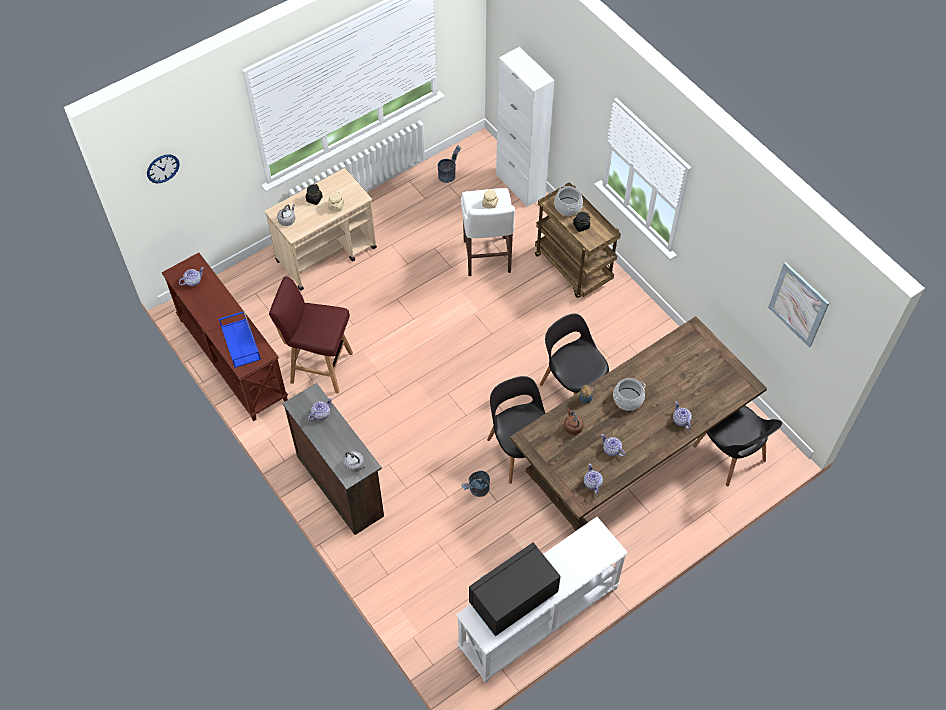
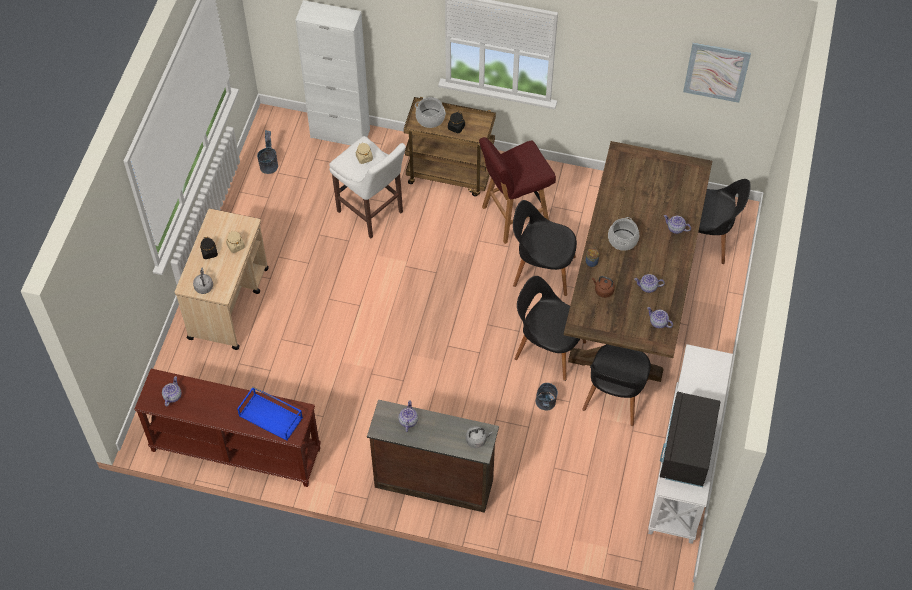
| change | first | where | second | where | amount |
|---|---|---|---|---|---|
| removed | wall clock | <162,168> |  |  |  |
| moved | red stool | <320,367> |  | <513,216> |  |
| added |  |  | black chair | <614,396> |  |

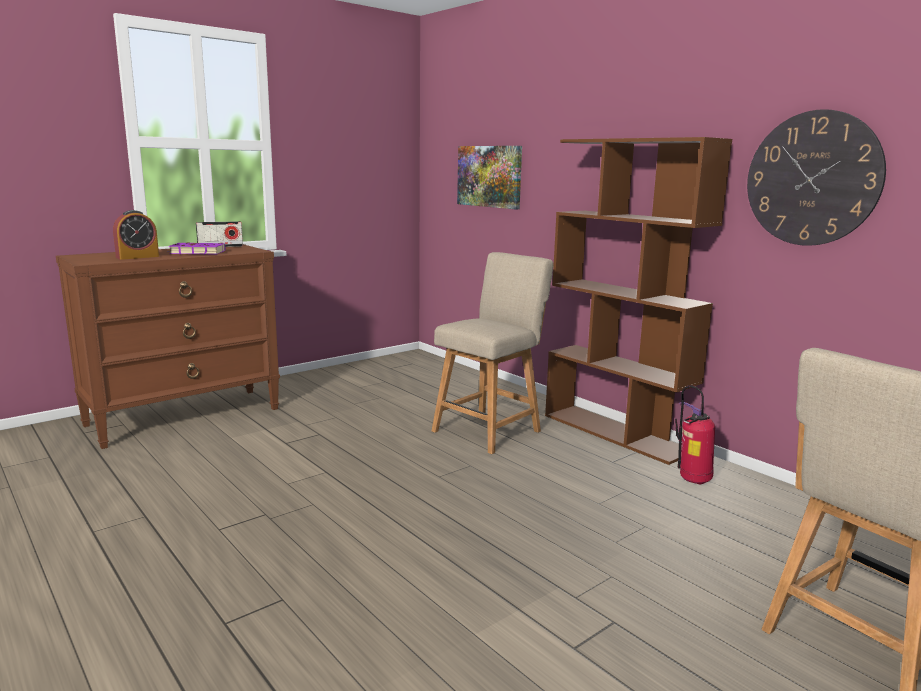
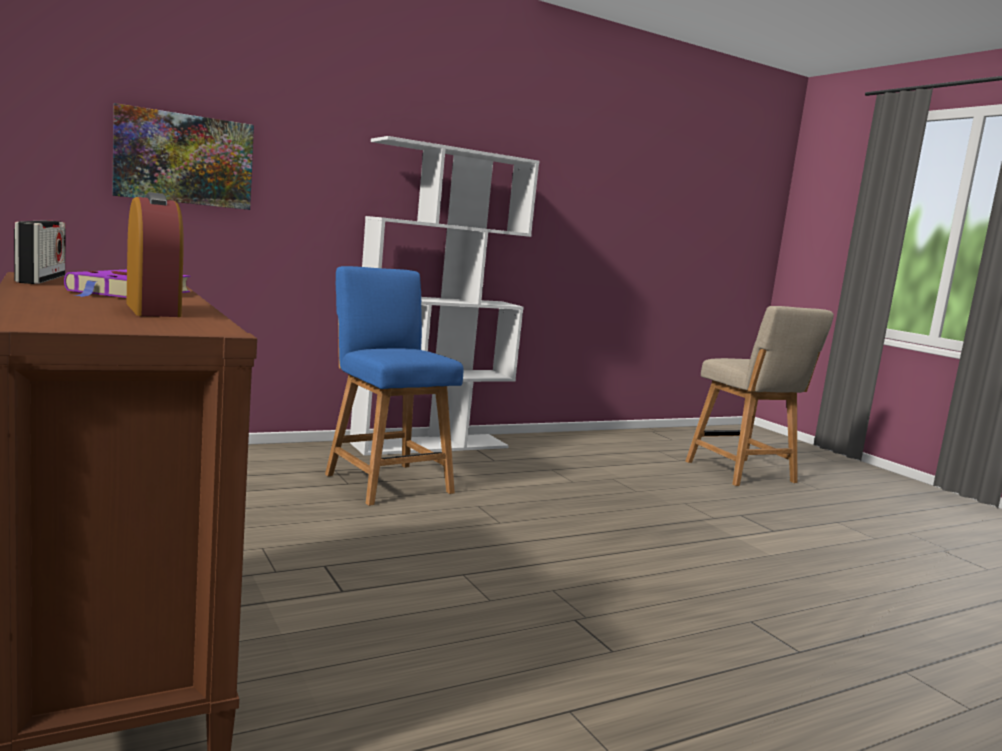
| change | first | where | second | where | amount |
|---|---|---|---|---|---|
| recoloured | beige chair | <490,430> | blue chair | <385,481> |  |
| recoloured | brown bookcase | <616,433> | white bookcase | <431,445> |  |
| removed | fire extinguisher | <692,480> |  |  |  |
| removed | wall clock | <812,179> |  |  |  |

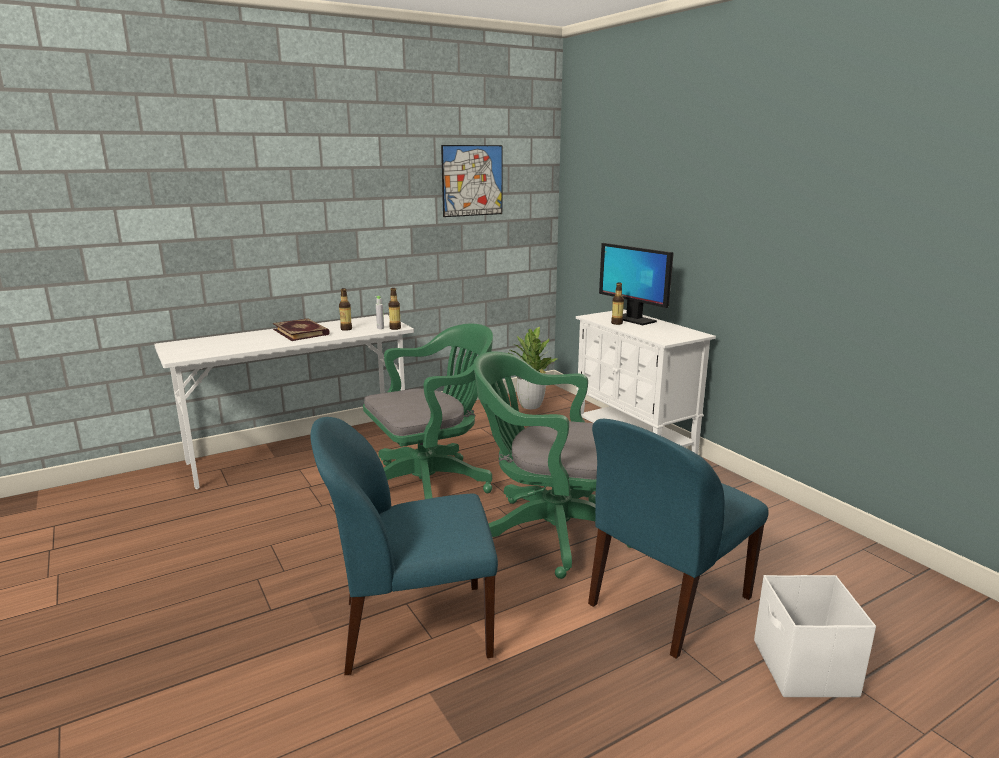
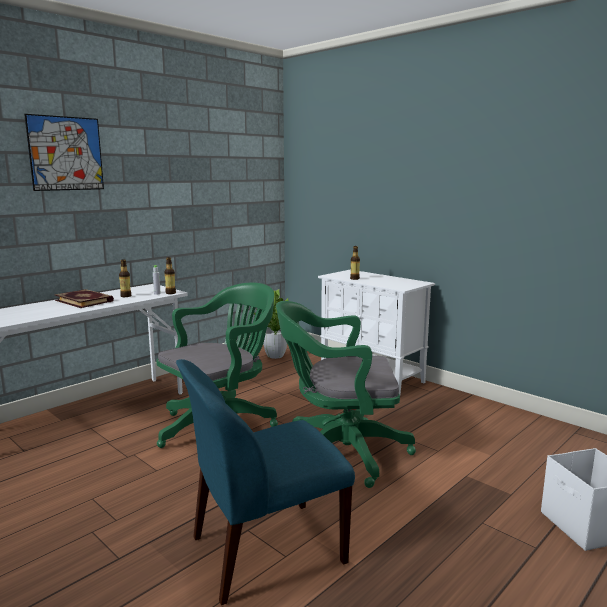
| change | first | where | second | where | amount |
|---|---|---|---|---|---|
| moved | picture | <472,180> |  | <66,153> |  |
| removed | blue chair | <666,602> |  |  |  |
| removed | monitor | <633,319> |  |  |  |

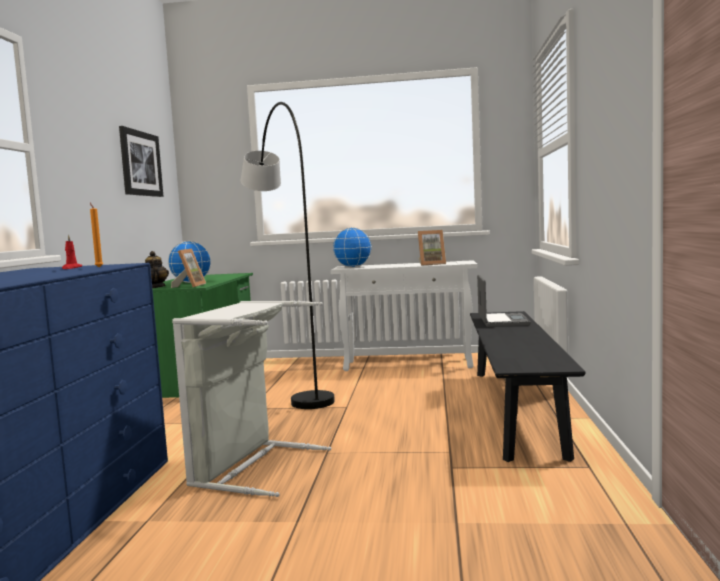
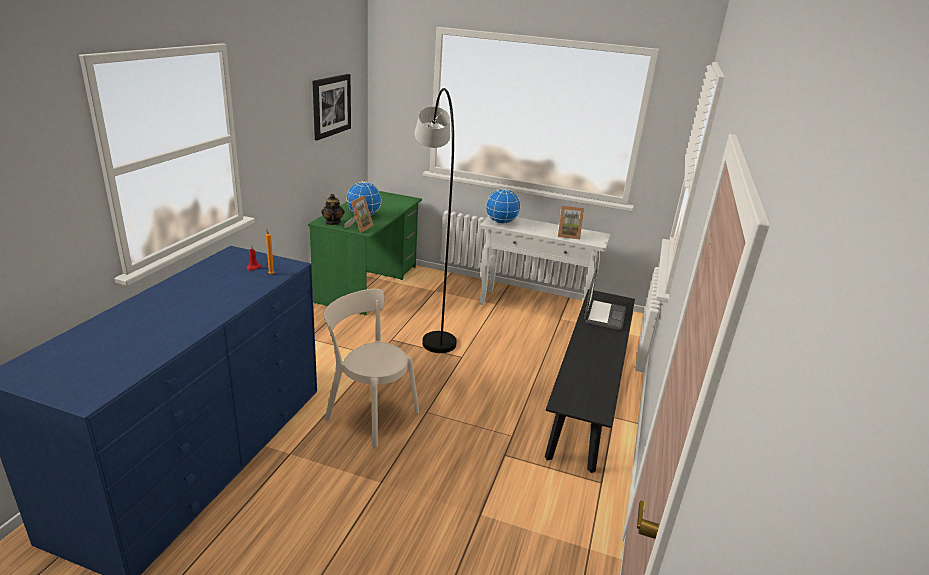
| change | first | where | second | where | amount |
|---|---|---|---|---|---|
| replaced | grey laundry basket | <249,466> | beige chair | <369,413> |  |

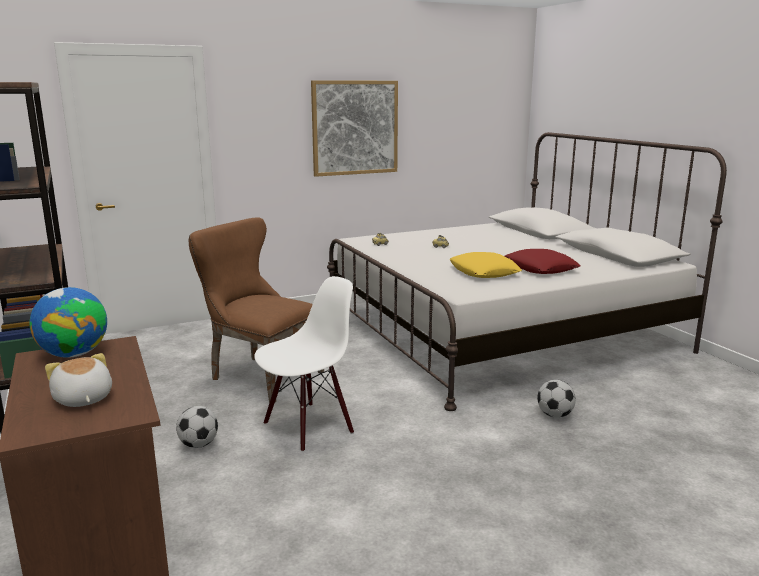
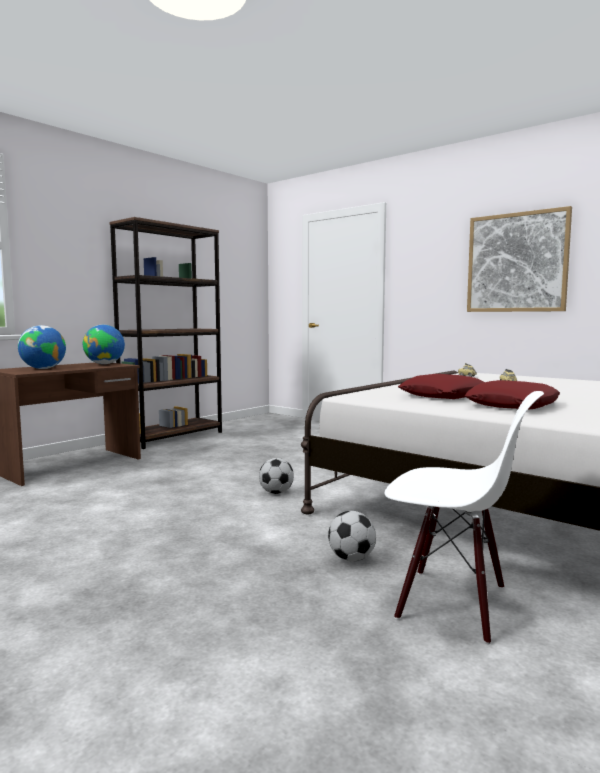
| change | first | where | second | where | amount |
|---|---|---|---|---|---|
| replaced | plush toy | <82,399> | globe | <43,368> |  |
| moved | football | <198,444> |  | <276,492> |  |
| removed | brown chair | <260,375> |  |  |  |
| moved | white chair | <308,427> |  | <452,603> |  |
| recoloured | yellow pillow | <484,272> | red pillow | <443,395> |  |

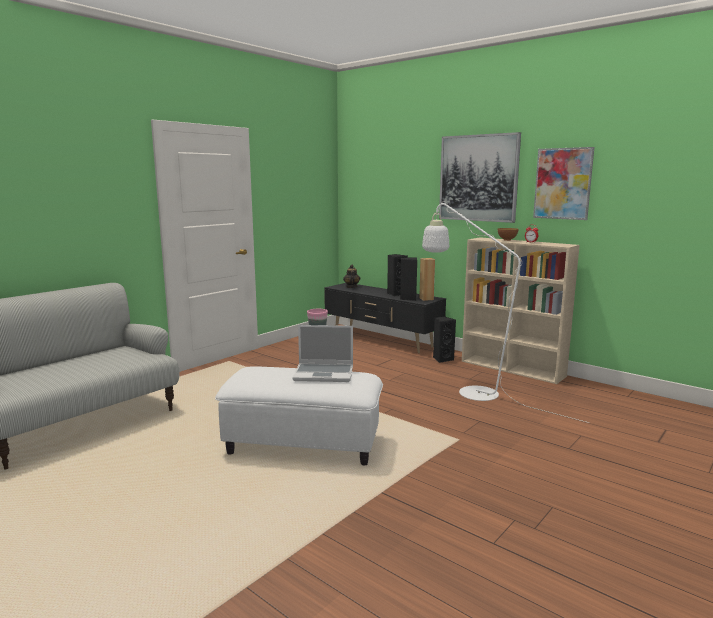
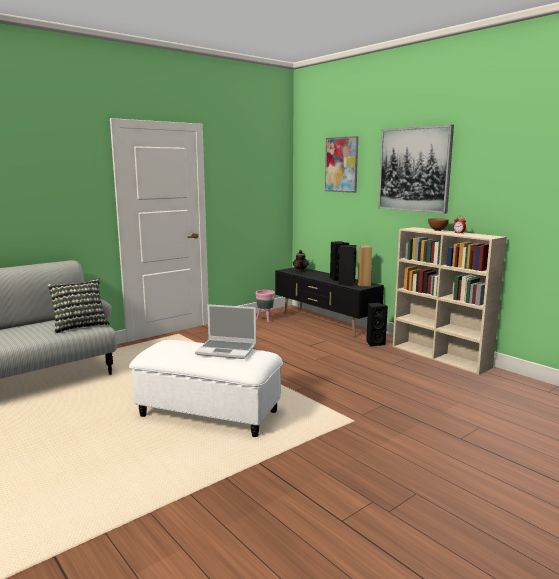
| change | first | where | second | where | amount |
|---|---|---|---|---|---|
| removed | white floor lamp | <468,390> |  |  |  |
| moved | picture | <563,183> |  | <341,164> |  |
| added |  |  | pillow | <80,326> |  |

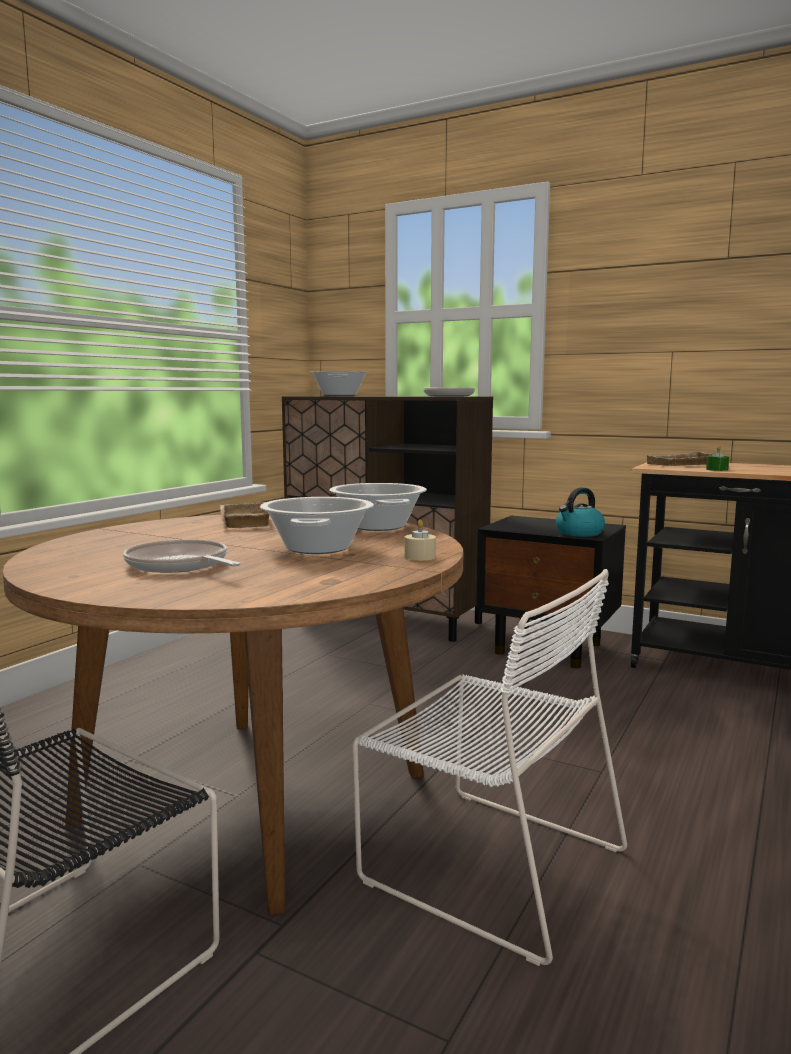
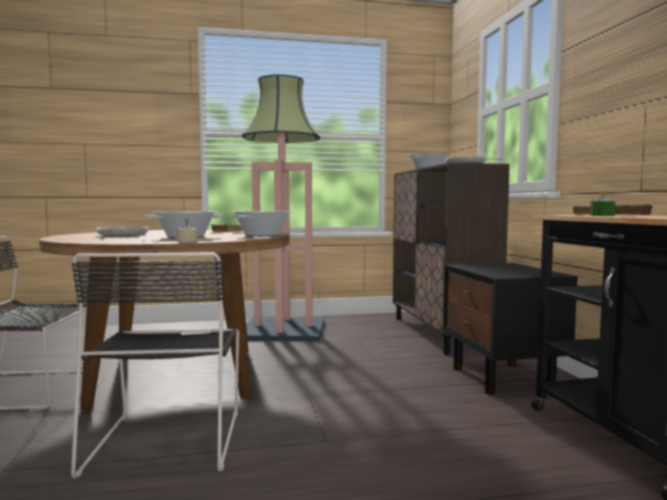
| change | first | where | second | where | amount |
|---|---|---|---|---|---|
| recoloured | white chair | <486,861> | black chair | <168,438> |  |
| removed | kettle | <579,533> |  |  |  |
| added |  |  | floor lamp | <284,329> |  |

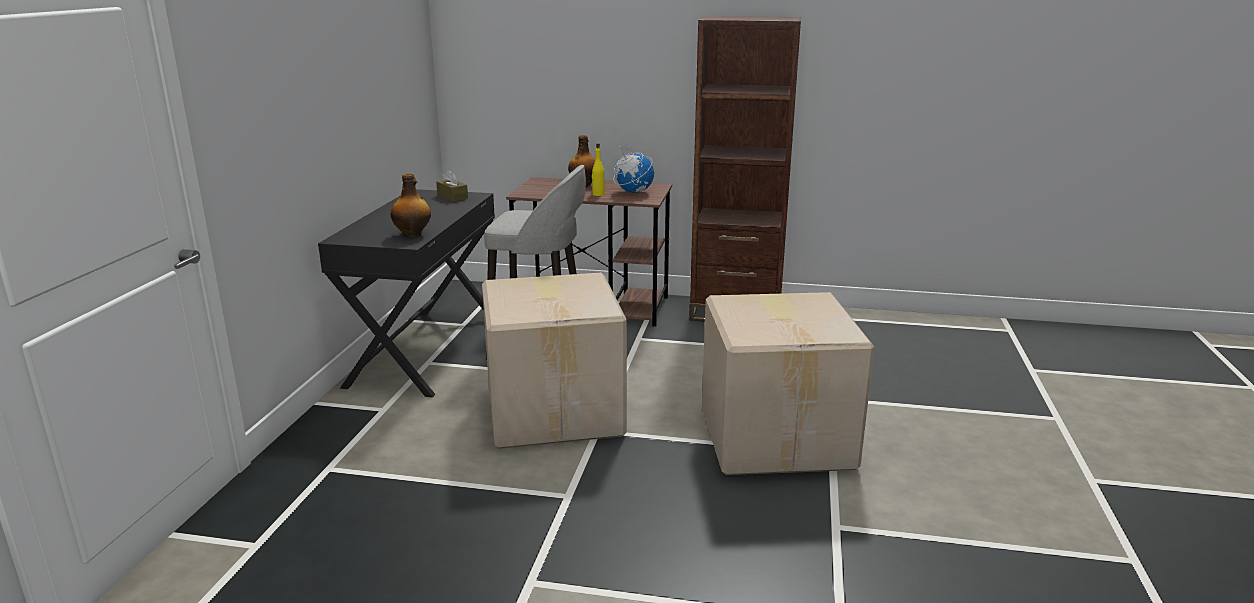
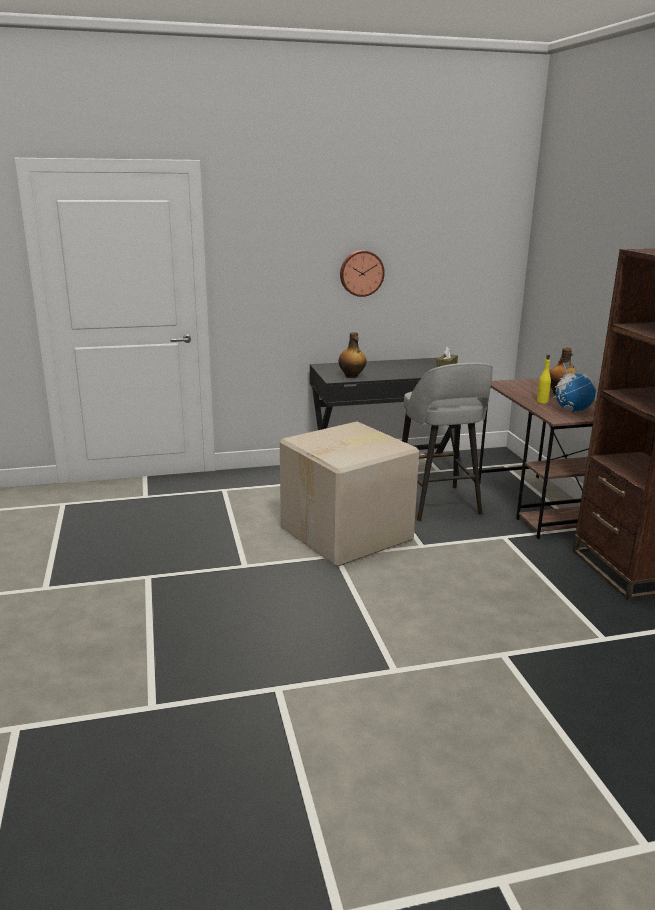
| change | first | where | second | where | amount |
|---|---|---|---|---|---|
| removed | cardboard box | <777,437> |  |  |  |
| added |  |  | wall clock | <361,273> |  |

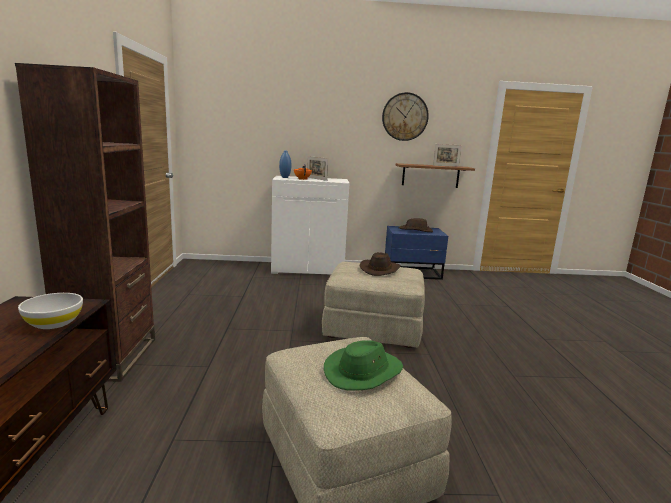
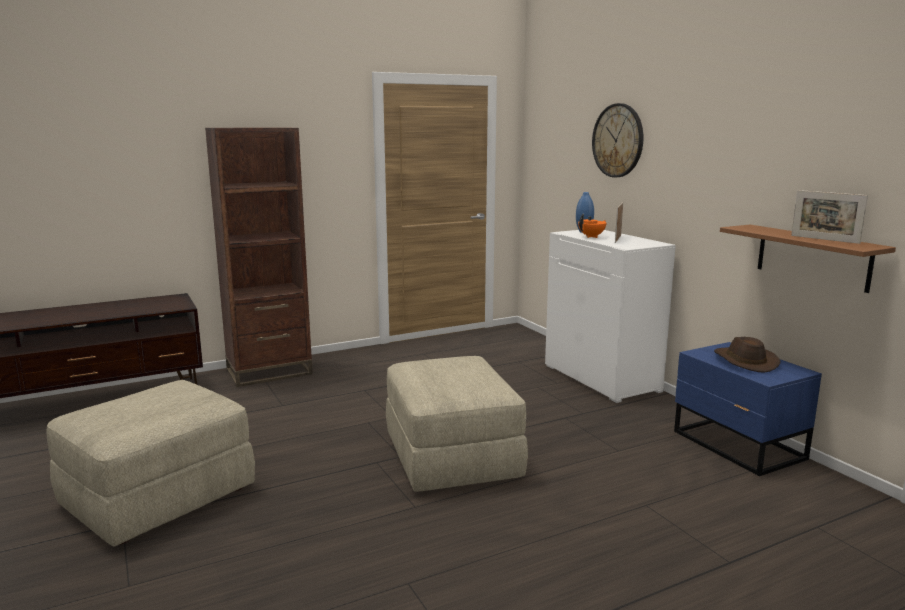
| change | first | where | second | where | amount |
|---|---|---|---|---|---|
| removed | white bowl | <53,323> |  |  |  |
| removed | green hat | <363,372> |  |  |  |
| removed | brown hat | <380,269> |  |  |  |
| moved | wall clock | <405,117> |  | <618,140> |  |

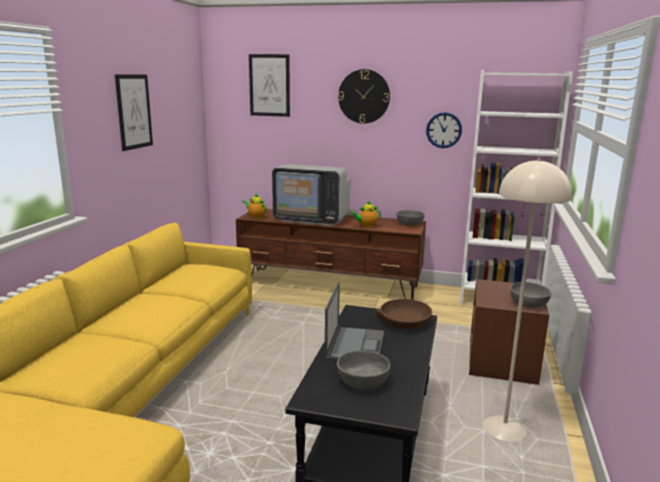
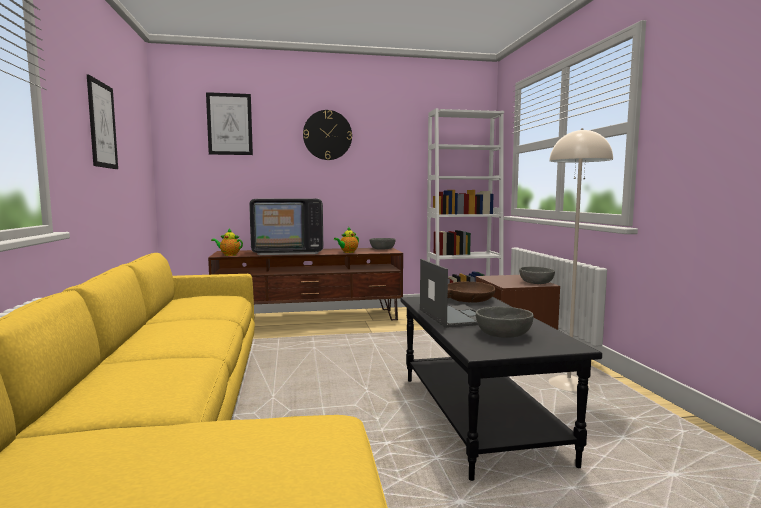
| change | first | where | second | where | amount |
|---|---|---|---|---|---|
| removed | wall clock | <444,130> |  |  |  |

